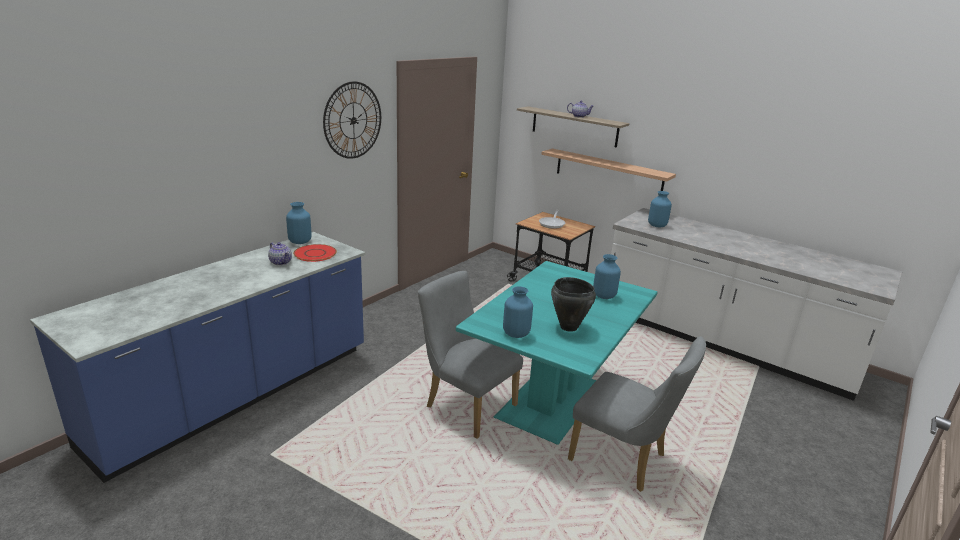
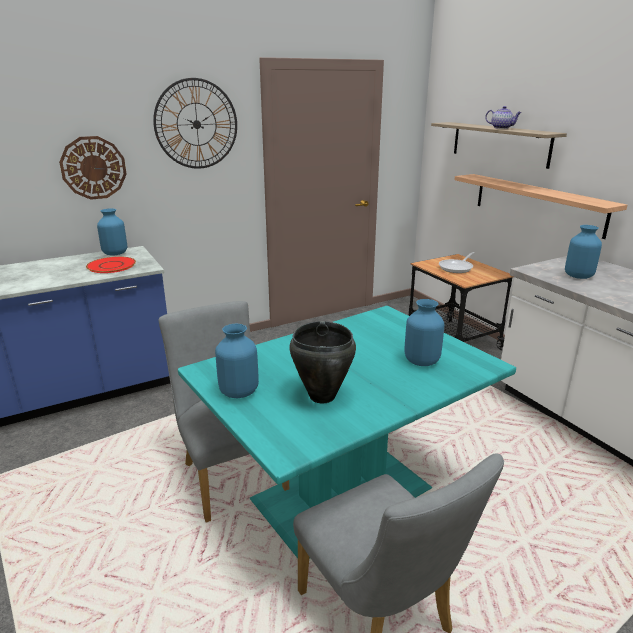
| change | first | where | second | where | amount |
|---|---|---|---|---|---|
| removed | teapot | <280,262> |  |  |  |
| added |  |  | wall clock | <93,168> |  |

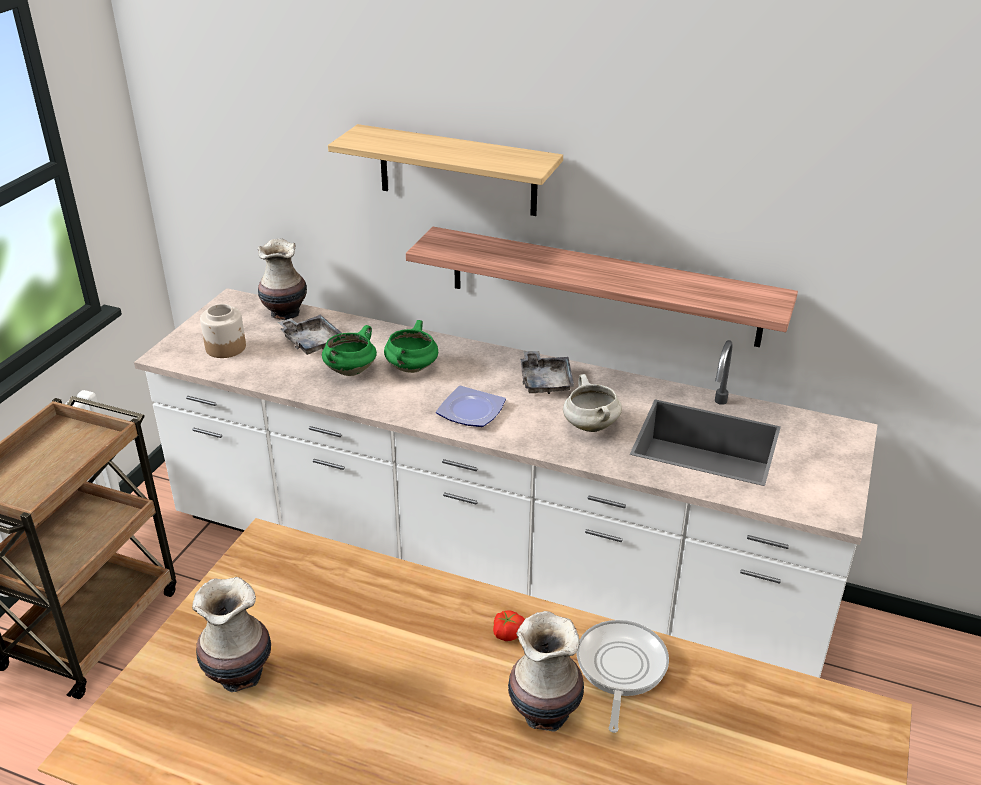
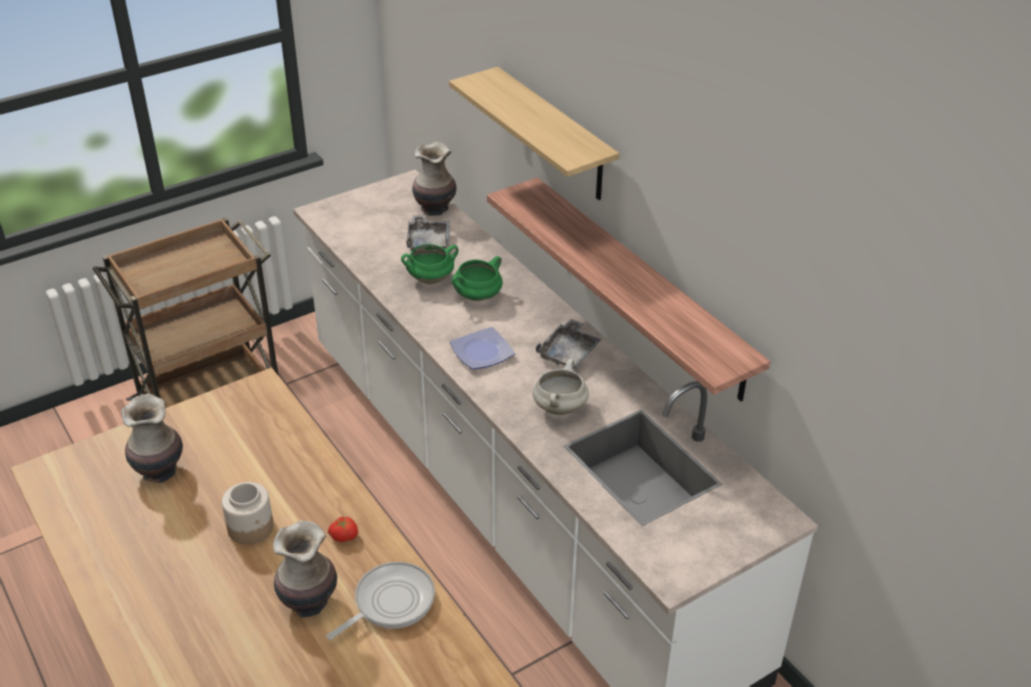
| change | first | where | second | where | amount |
|---|---|---|---|---|---|
| moved | jar | <226,347> |  | <251,528> |  |

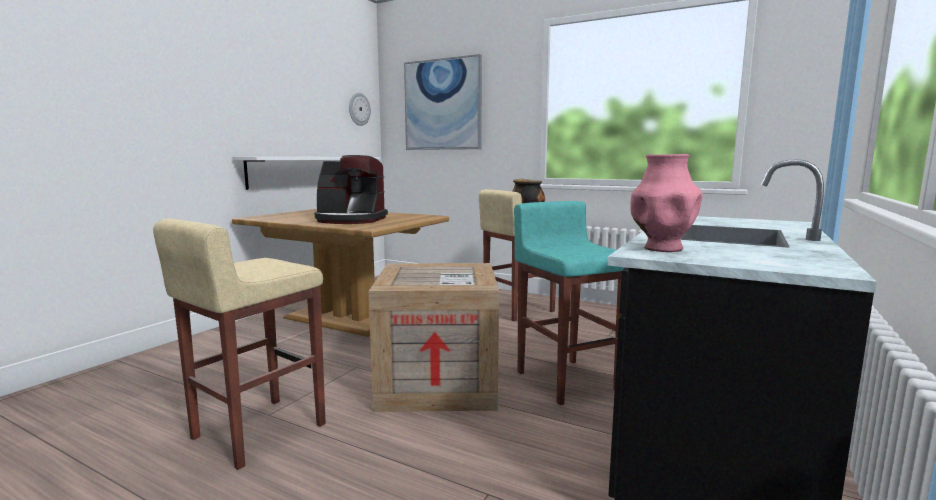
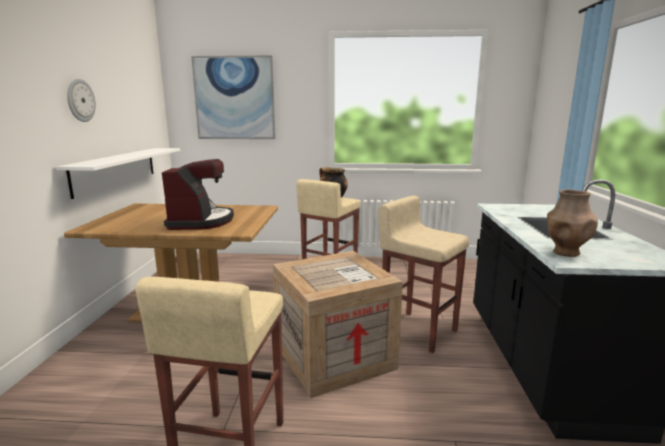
| change | first | where | second | where | amount |
|---|---|---|---|---|---|
| turned | coffee machine | <350,220> |  | <201,221> | 75 degrees counterclockwise |
| moved | wall clock | <359,109> |  | <80,100> |  |
| recoloured | turquoise stool | <566,380> | beige stool | <418,330> |  |
| recoloured | pink vase | <662,249> | brown vase | <565,253> |  |

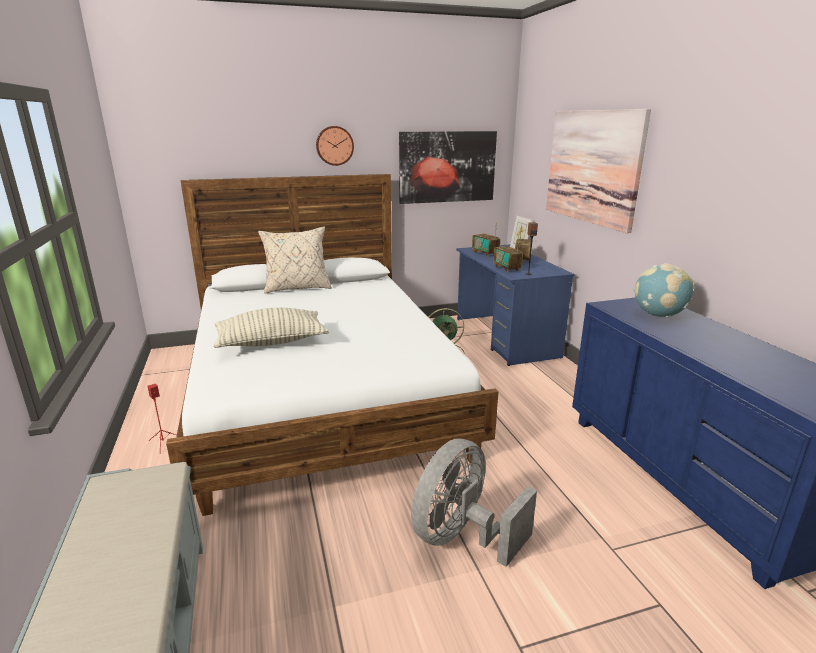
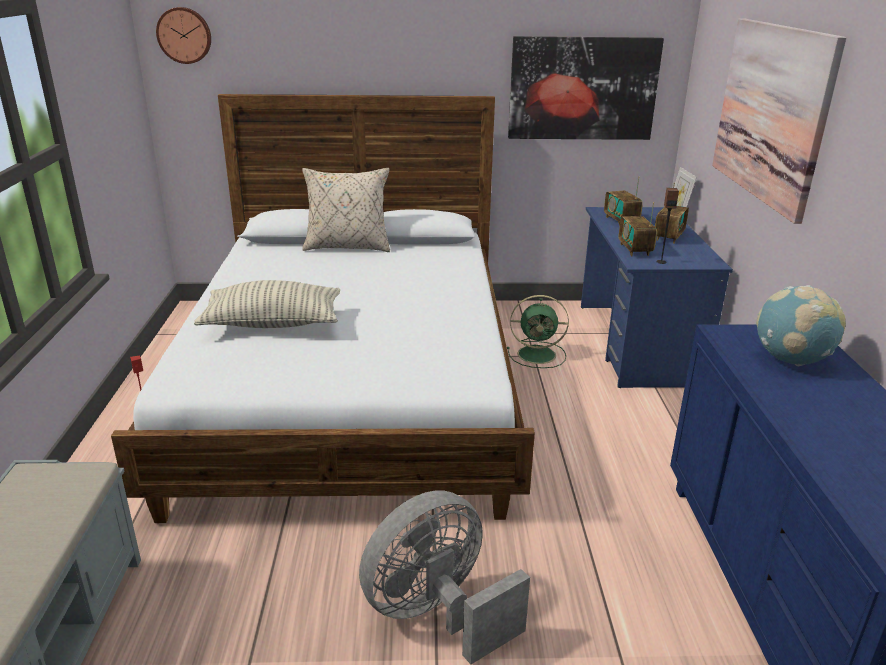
| change | first | where | second | where | amount |
|---|---|---|---|---|---|
| moved | wall clock | <334,145> |  | <184,35> |  |

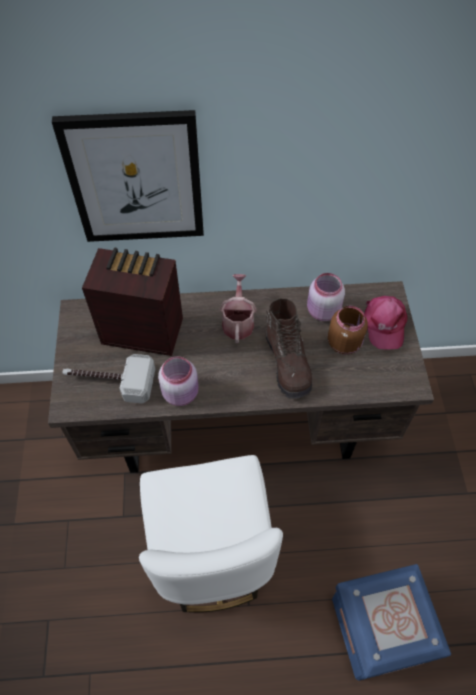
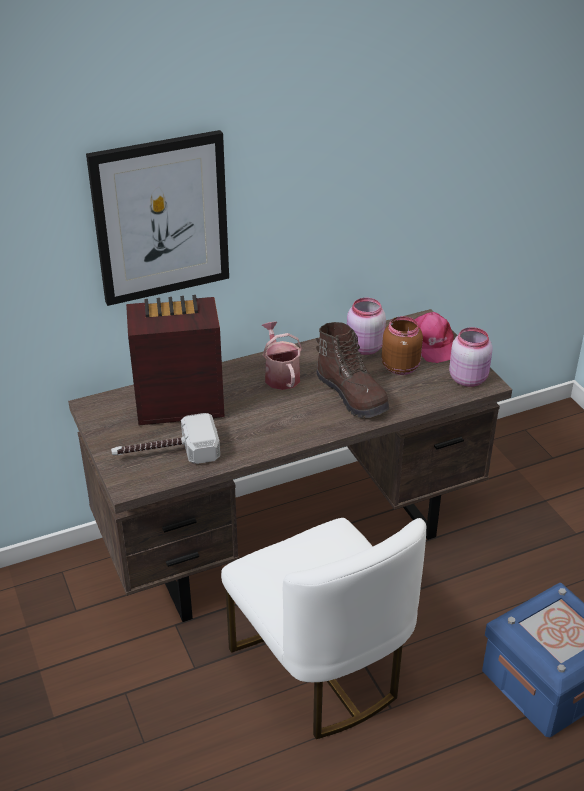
| change | first | where | second | where | amount |
|---|---|---|---|---|---|
| moved | pink jar | <181,392> |  | <468,378> |  |

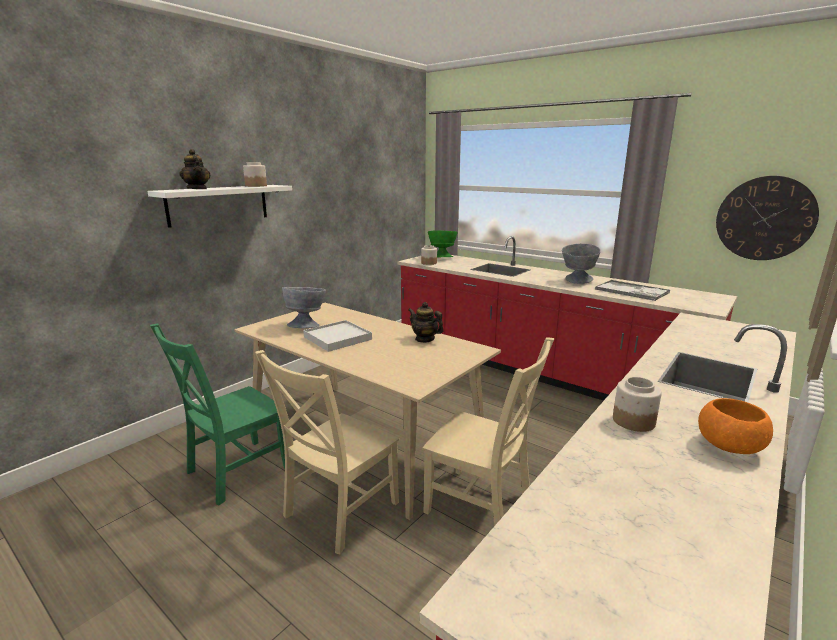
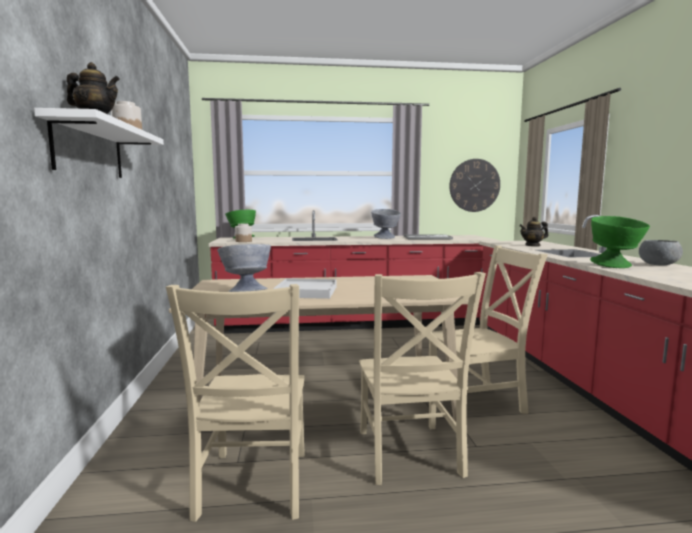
| change | first | where | second | where | amount |
|---|---|---|---|---|---|
| recoloured | green chair | <234,472> | beige chair | <252,487> |  |
| moved | teapot | <425,339> |  | <533,245> |  |
| replaced | jar | <633,421> | green bowl | <615,266> |  |
| recoloured | orange bowl | <729,446> | grey bowl | <658,264> |  |

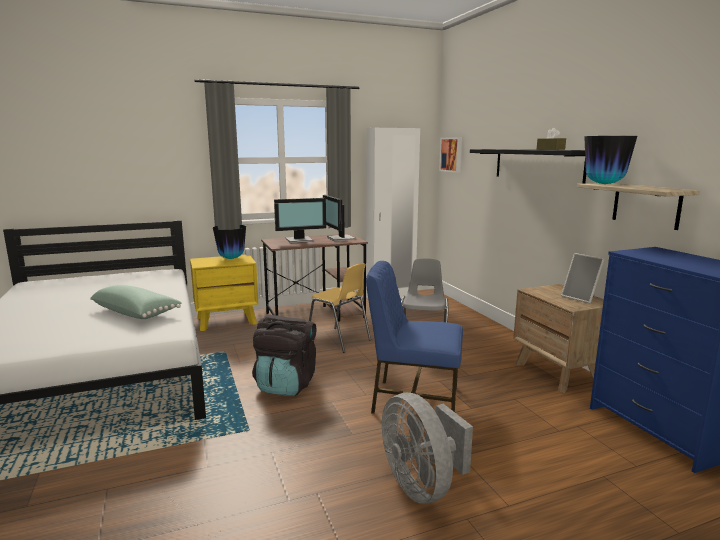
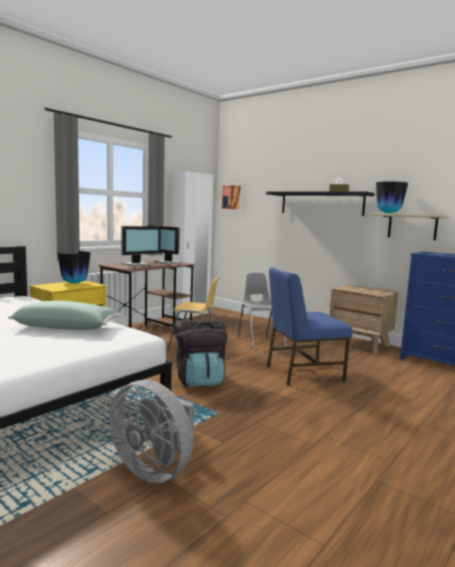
| change | first | where | second | where | amount |
|---|---|---|---|---|---|
| moved | grey fan | <422,485> |  | <155,469> |  |
| removed | picture frame | <581,298> |  |  |  |

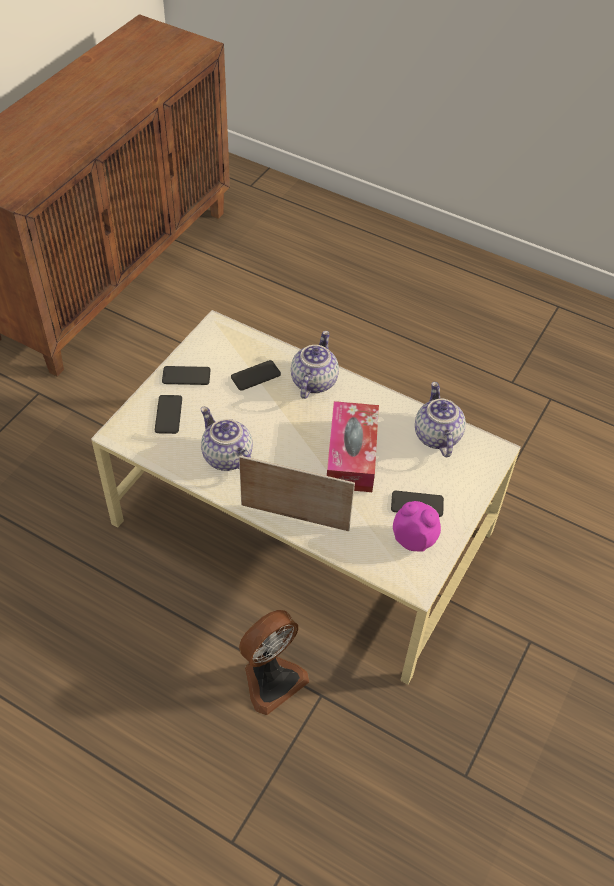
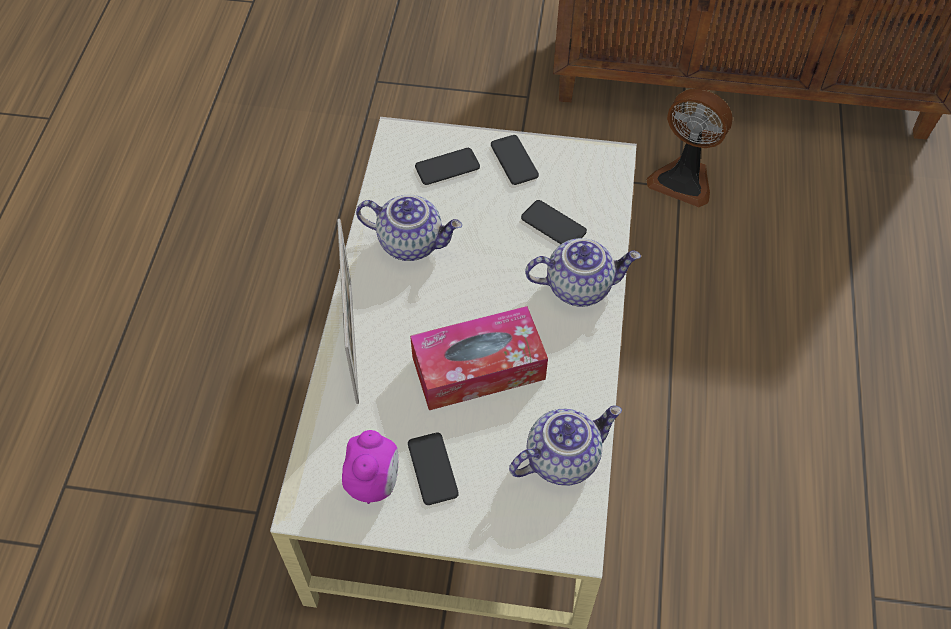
| change | first | where | second | where | amount |
|---|---|---|---|---|---|
| turned | teapot | <226,457> |  | <411,242> | 75 degrees clockwise |
| moved | fan | <271,679> |  | <683,179> |  |

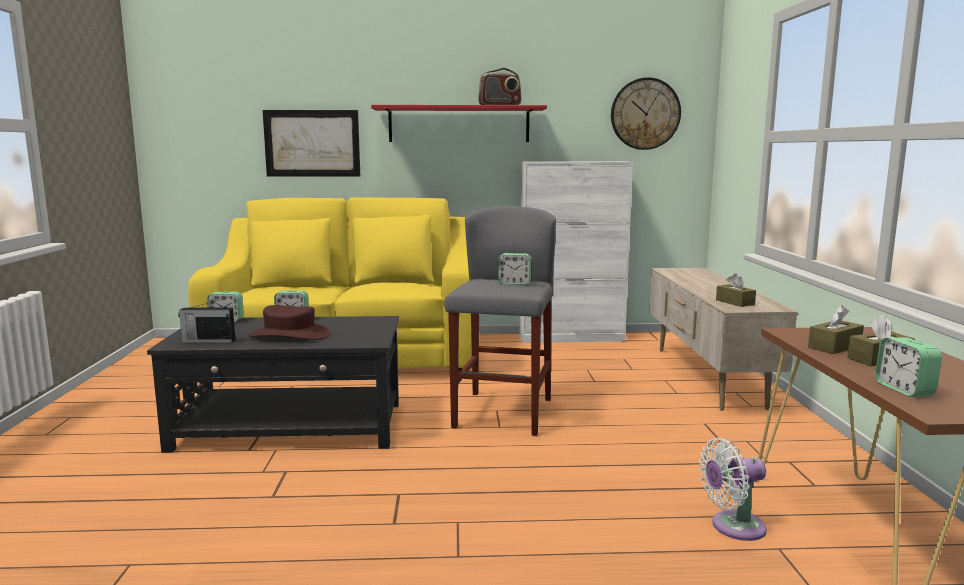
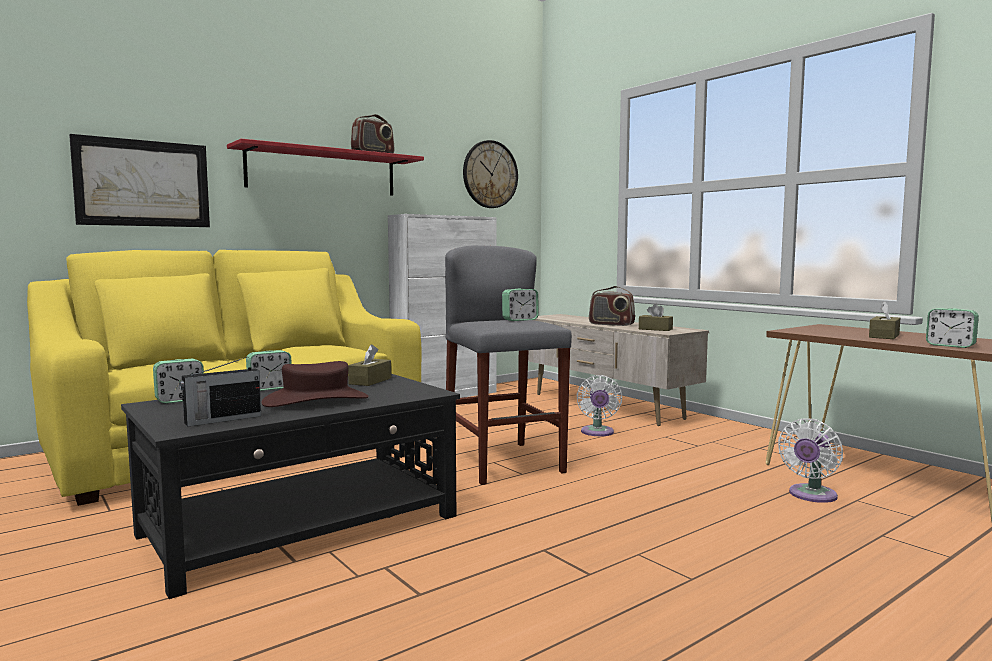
| change | first | where | second | where | amount |
|---|---|---|---|---|---|
| moved | brown tissue box | <834,347> |  | <370,381> |  |
| added |  |  | white fan | <597,433> |  |
| added |  |  | radio | <611,324> |  |

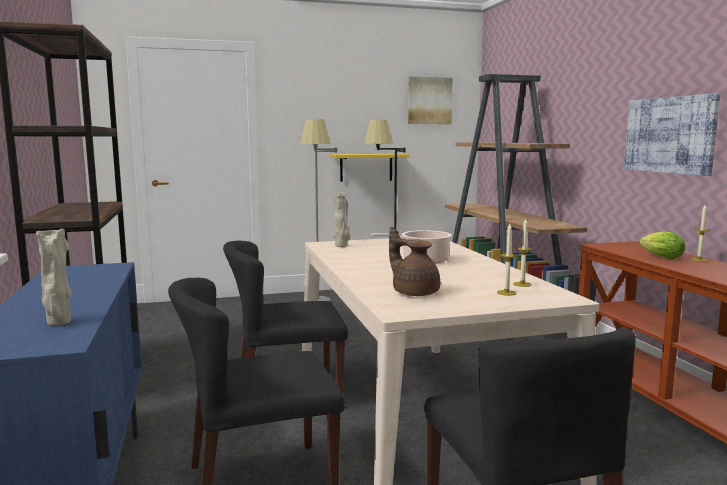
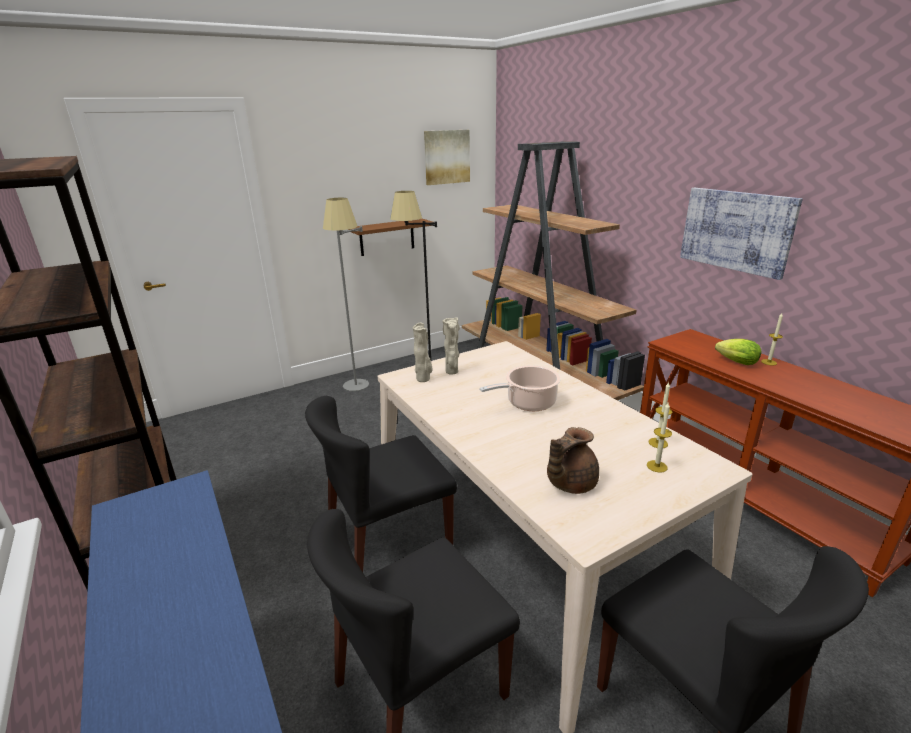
| change | first | where | second | where | amount |
|---|---|---|---|---|---|
| moved | beige vase | <58,323> |  | <452,372> |  |
| recoloured | yellow shelf | <366,167> | brown shelf | <387,237> |  |
| turned | brown teapot | <414,292> |  | <569,483> | 75 degrees counterclockwise |

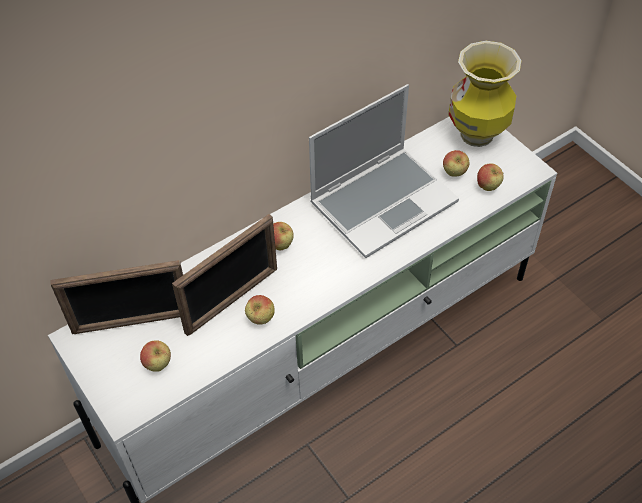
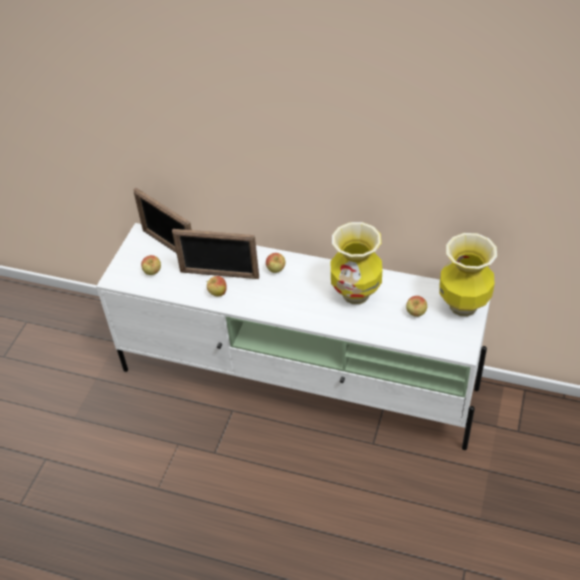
| change | first | where | second | where | amount |
|---|---|---|---|---|---|
| replaced | laptop | <383,201> | vase | <356,294> |  |
| removed | apple | <488,187> |  |  |  |

